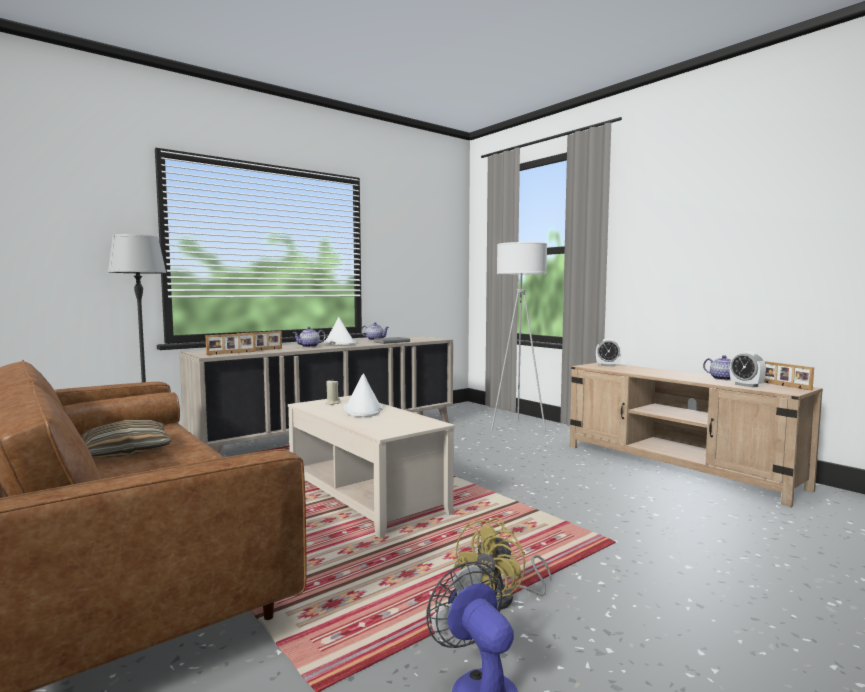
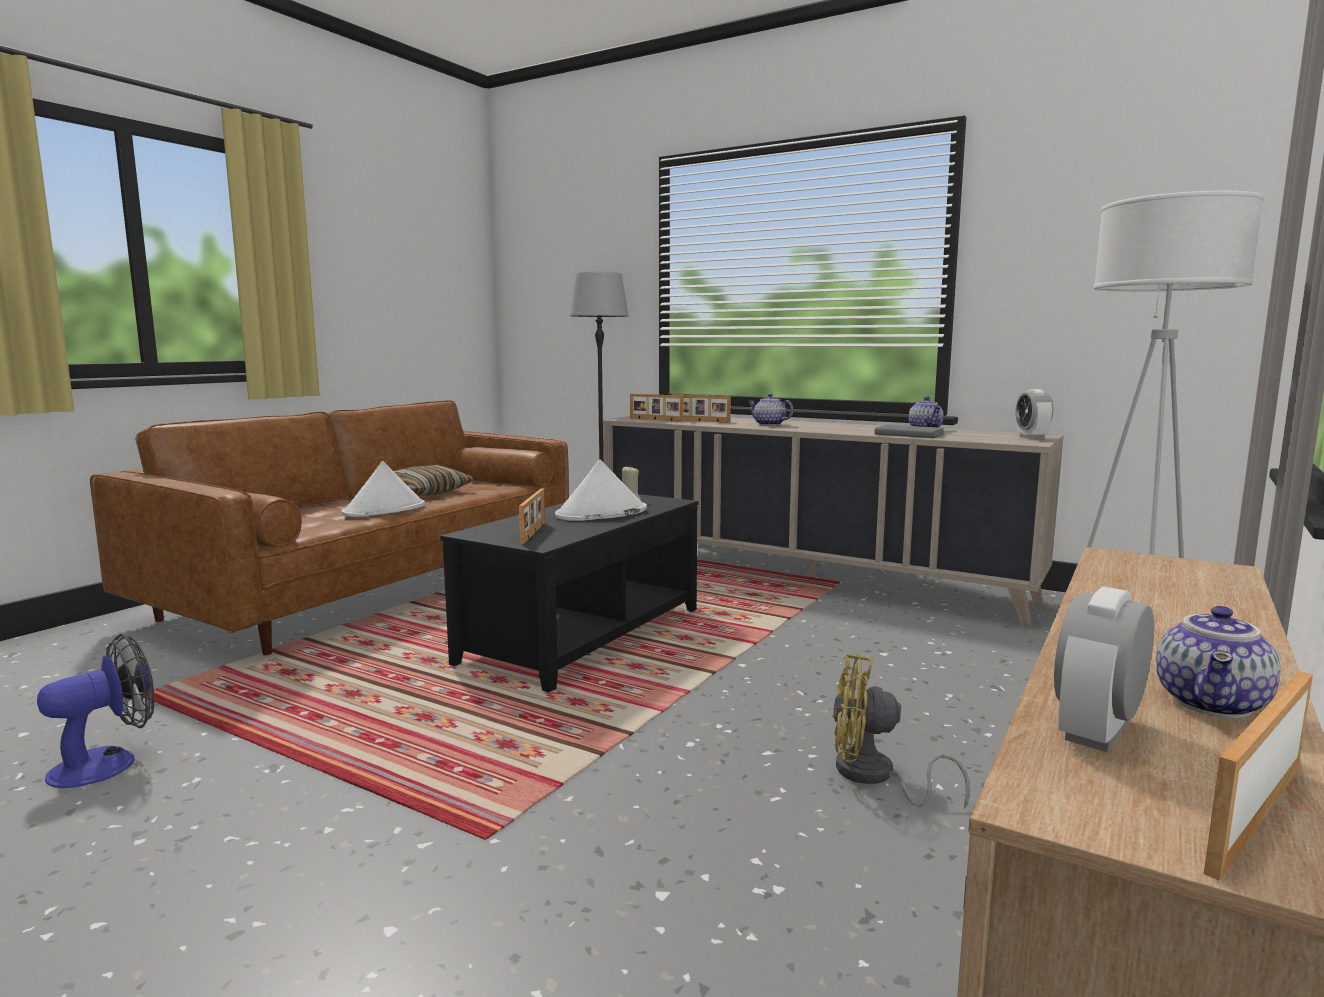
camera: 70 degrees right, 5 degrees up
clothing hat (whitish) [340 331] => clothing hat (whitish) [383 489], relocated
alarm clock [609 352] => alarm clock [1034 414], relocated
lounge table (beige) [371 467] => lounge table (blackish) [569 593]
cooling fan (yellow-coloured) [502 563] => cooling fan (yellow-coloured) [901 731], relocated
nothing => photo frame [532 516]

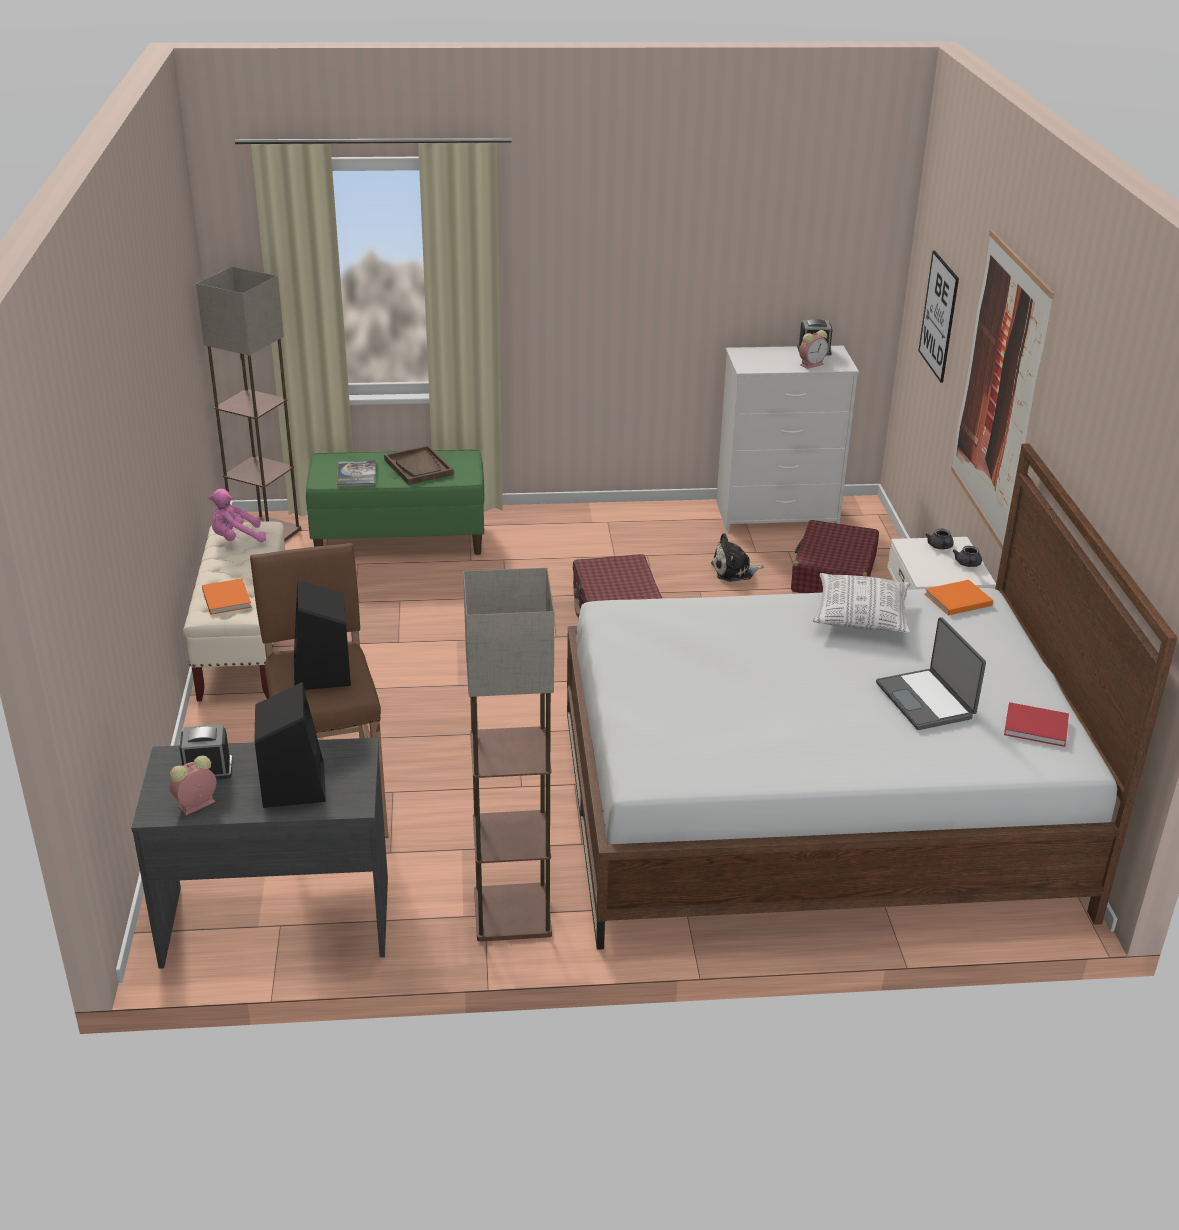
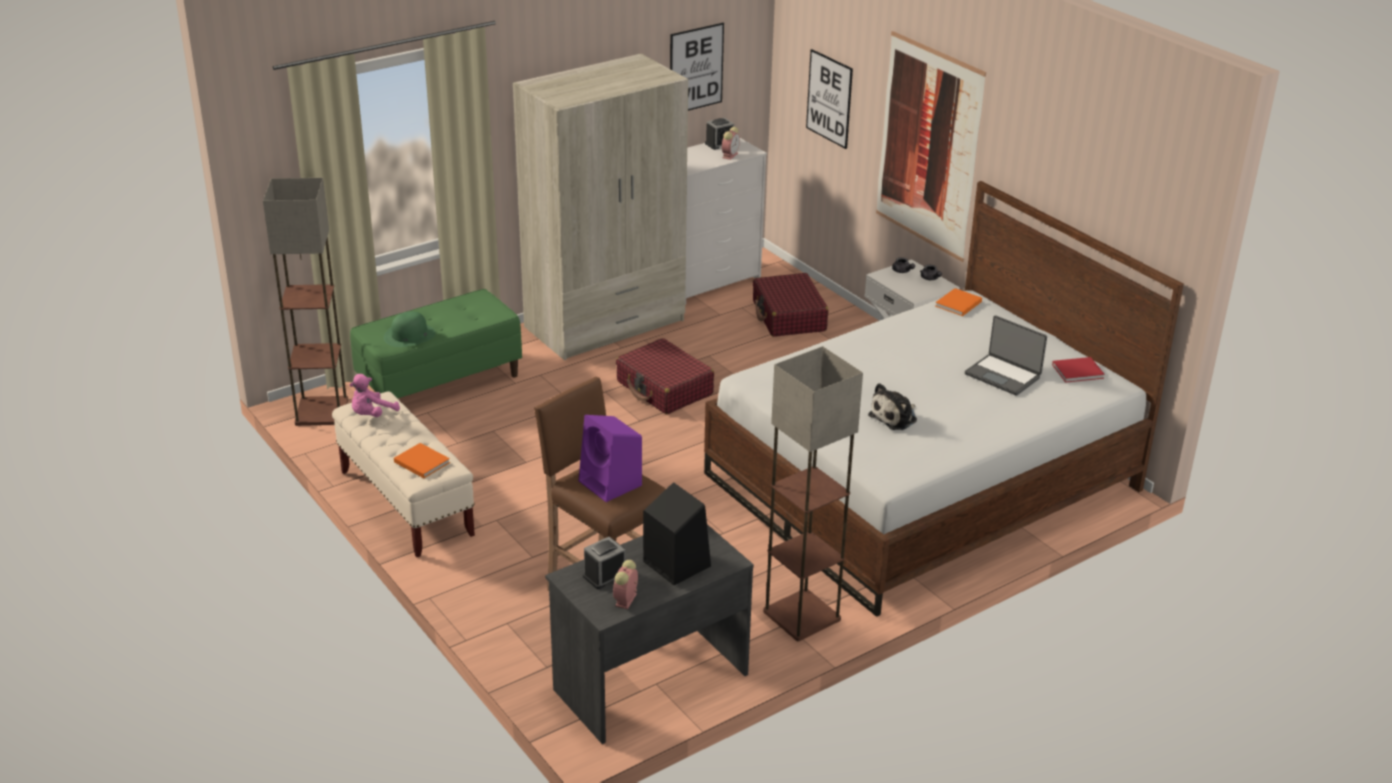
camera: 30 degrees left, 0 degrees up
carrying tray (brown) [419 465] => nothing
book [356 473] => clothing hat (green) [410 329]
soft toy [737 557] => soft toy [892 406], relocated
throw pillow [861 603] => nothing
speaker (blackish) [322 634] => speaker (purple-coloured) [610 458]
nothing => wall picture [697 67]
nothing => wardrobe (beige) [600 207]

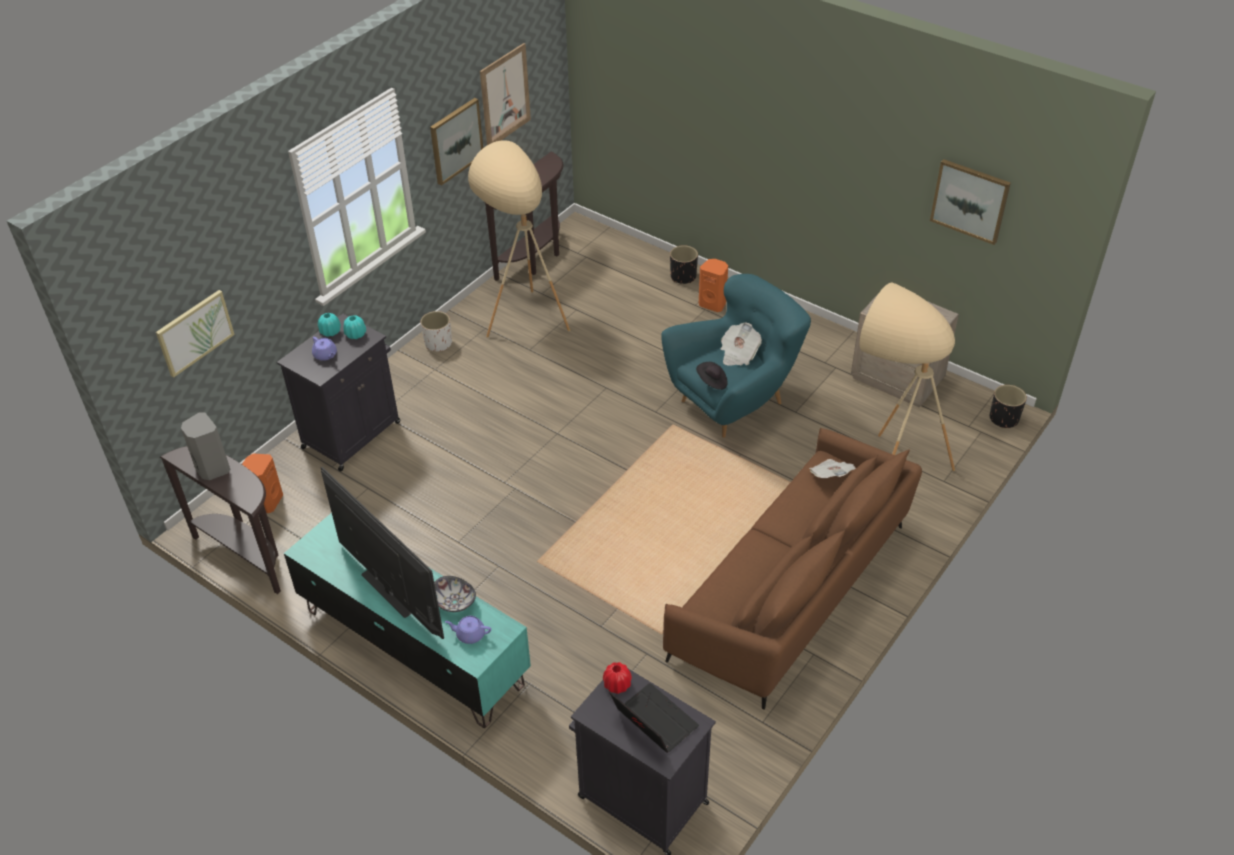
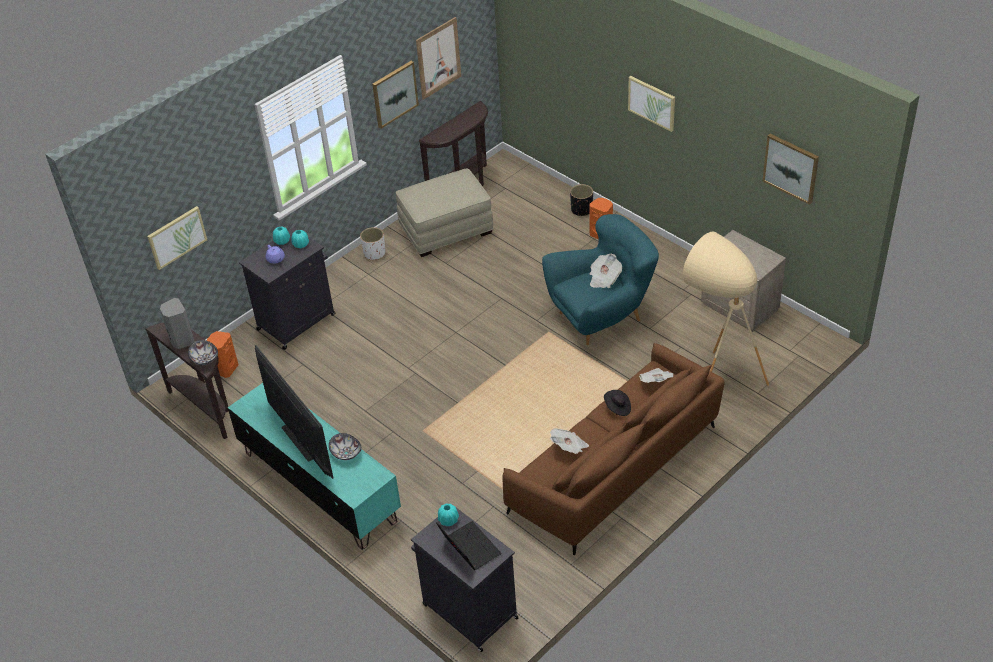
camera: 10 degrees right, 0 degrees up
floor lamp (beige) [519 239] => footrest (beige) [445 212]
clothing hat (blackish) [712 376] => clothing hat (blackish) [617 403], relocated
flower pot (blackish) [1008 407] => nothing
pot for tea (purple-coloured) [468 630] => nothing
vase (reddish) [617 678] => vase (blue-green) [448 514]
nothing => wall picture [651 104]
nothing => bowl [203 352]
nothing => newspaper [569 441]

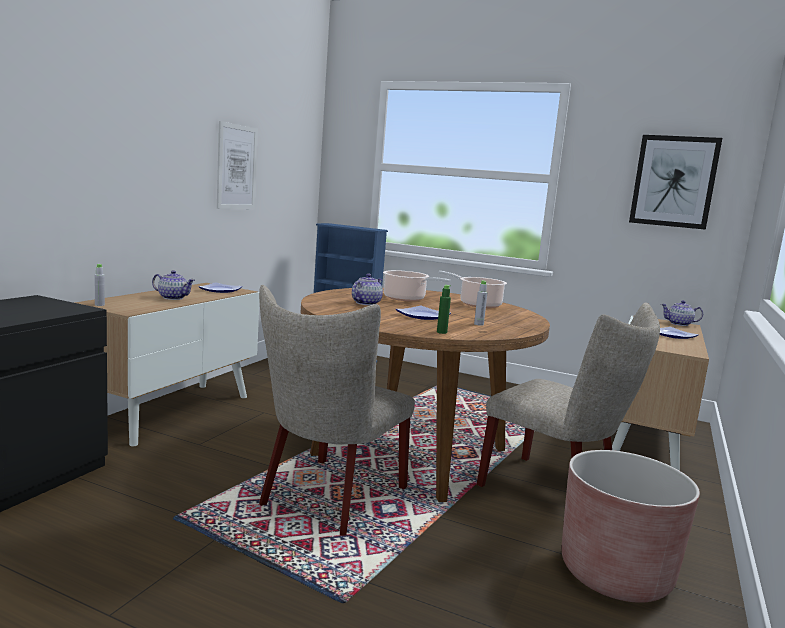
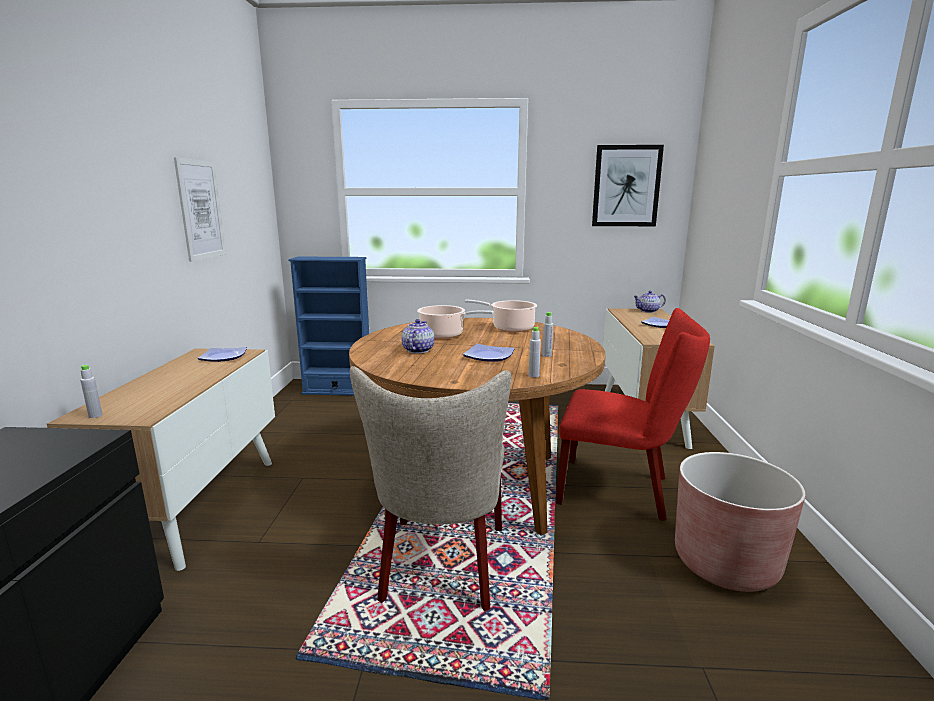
camera: 20 degrees left, 5 degrees up
pot for tea [173 285] => nothing
bottle (green) [444 309] => bottle (gray) [535 352]
upright chair (beige) [568 395] => upright chair (reddish) [633 414]

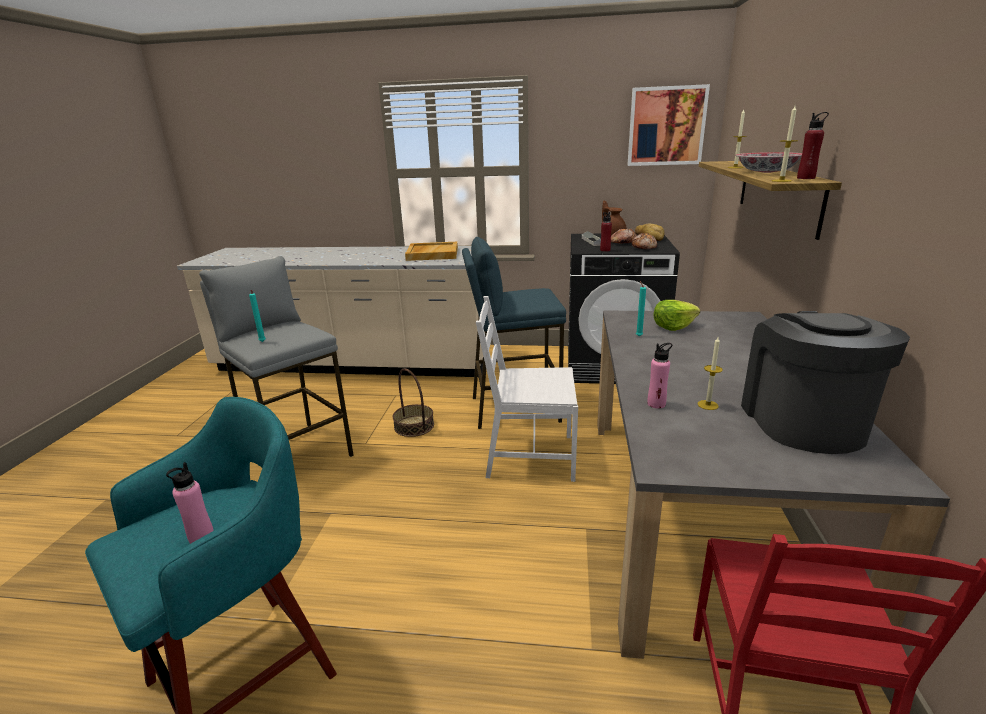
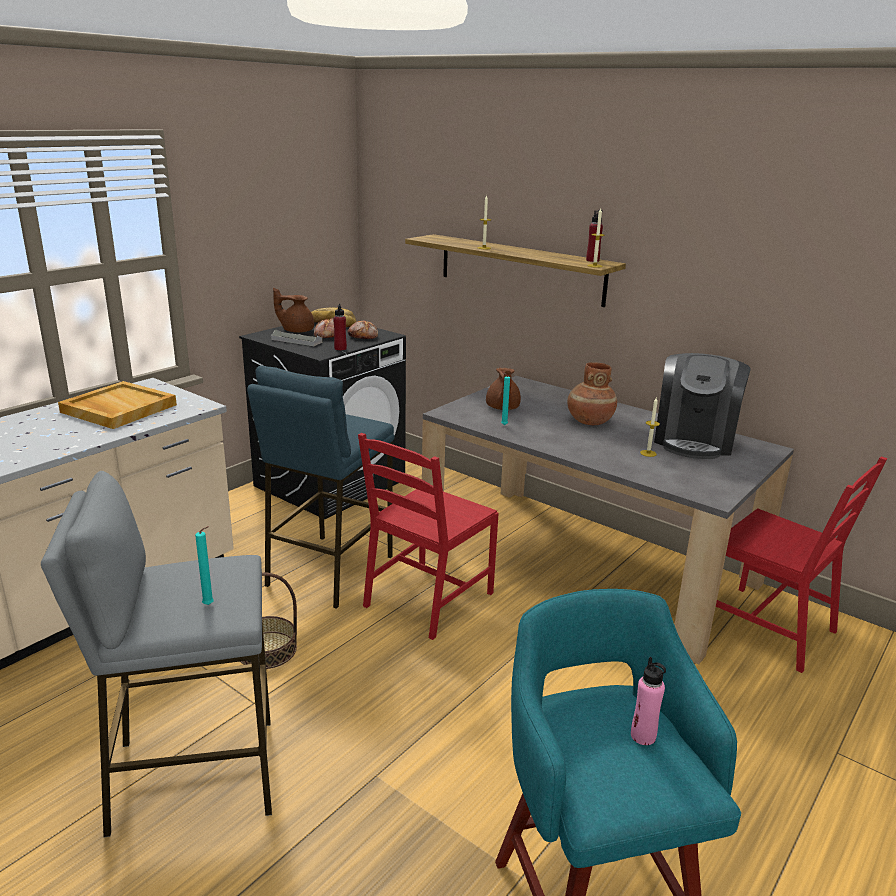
camera: 60 degrees left, 0 degrees up
wall picture [668 125] => nothing
bowl [769 162] => nothing
upright chair (whitish) [527 389] => upright chair (reddish) [428 536]
lettuce head [677 315] => pot for tea (brown) [503 389]
coffee machine [825 382] => coffee machine [702 406], 105 degrees counterclockwise
bottle (pink-coloured) [660 375] => nothing
nothing => vase (brown) [592 393]

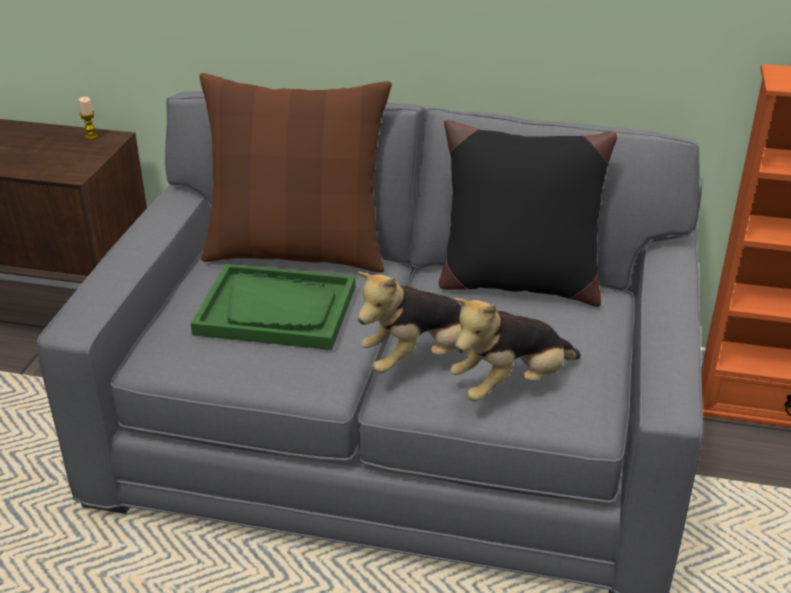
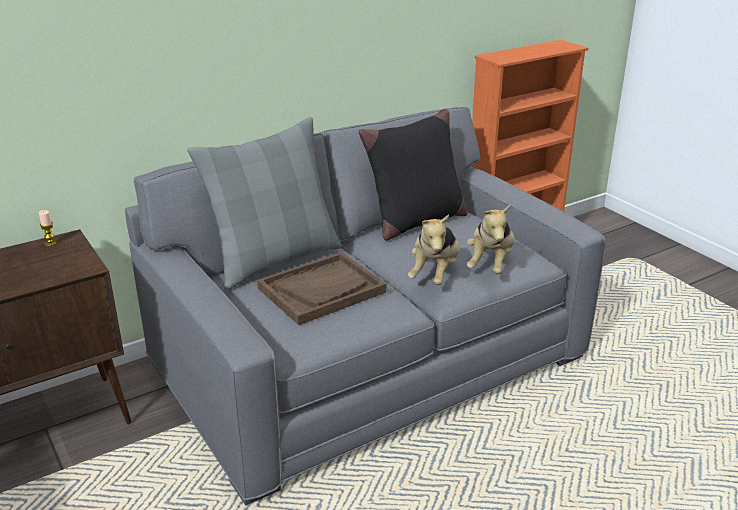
camera: 45 degrees left, 5 degrees down
throw pillow (brown) [295 173] => throw pillow (gray) [264 203]
carrying tray (green) [273 307] => carrying tray (brown) [321 288]

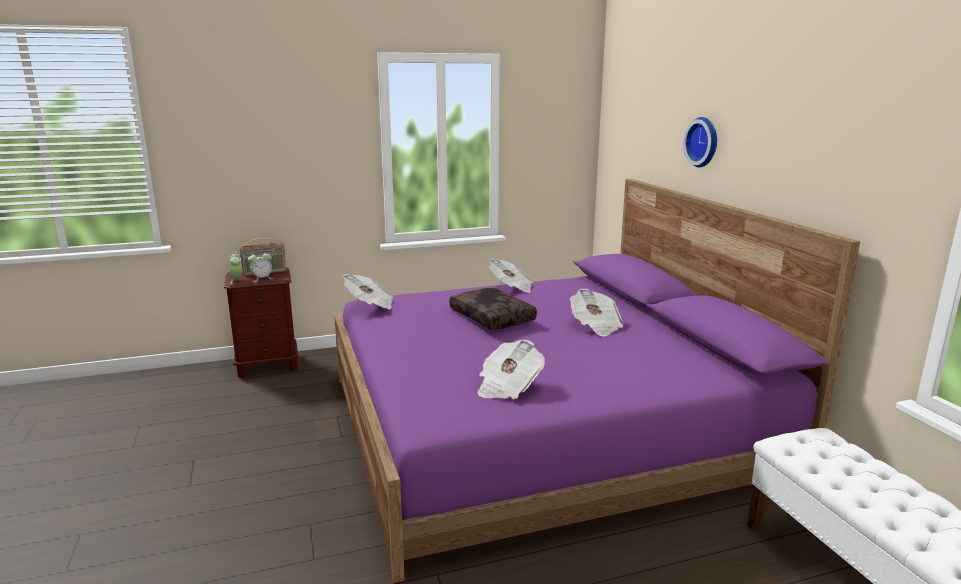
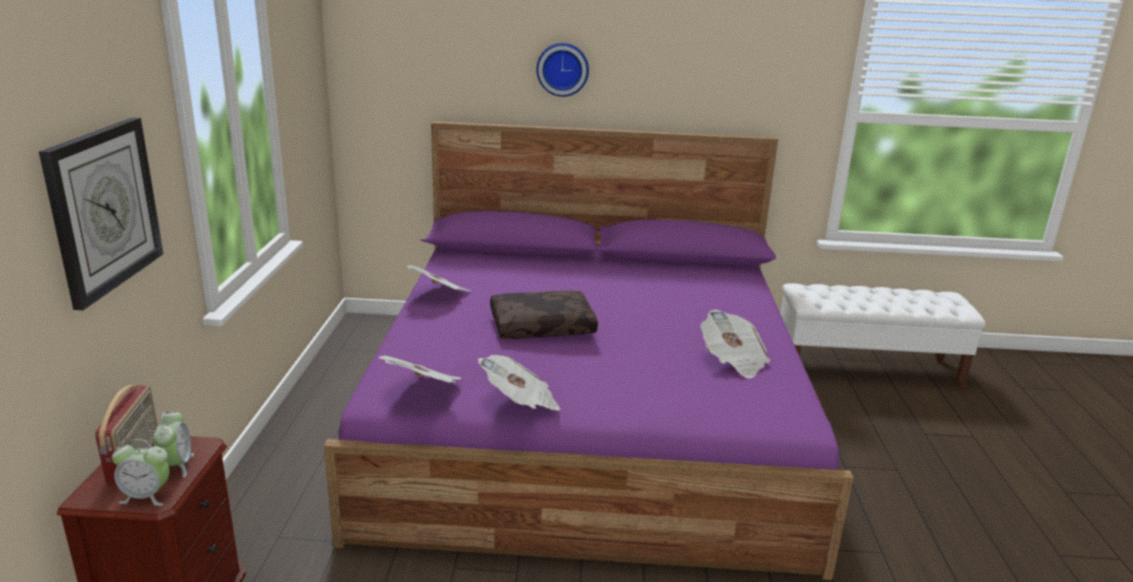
camera: 70 degrees left, 5 degrees up
newspaper [596 313] => newspaper [519 383], relocated
nothing => clock on the wall [101 213]

